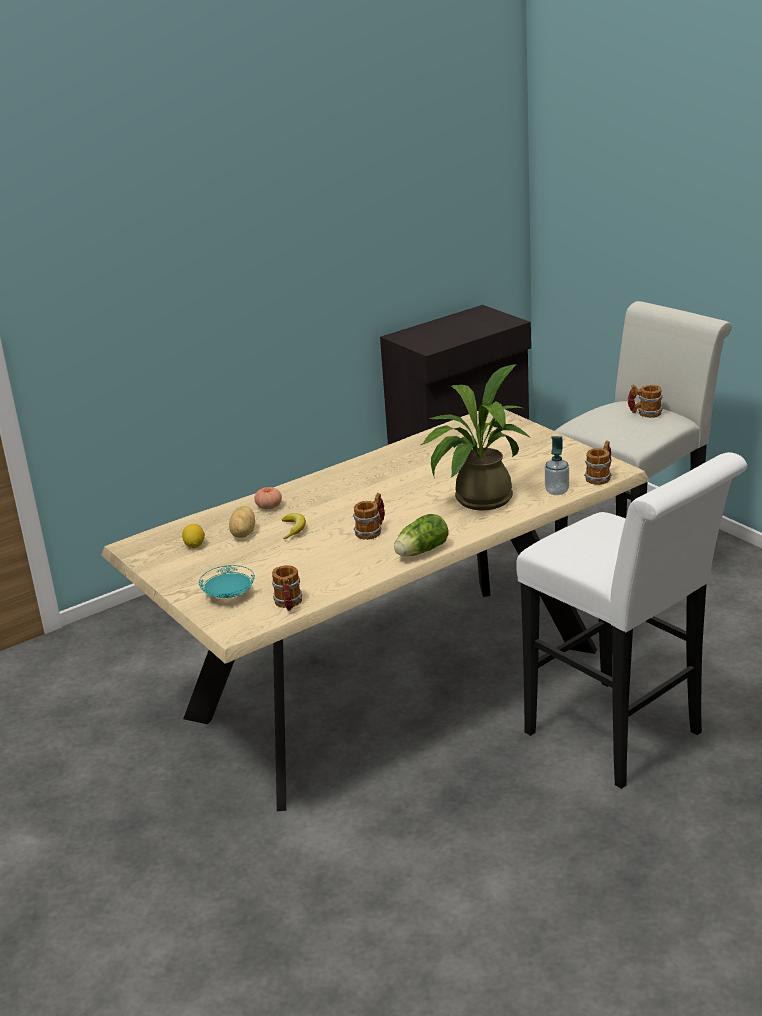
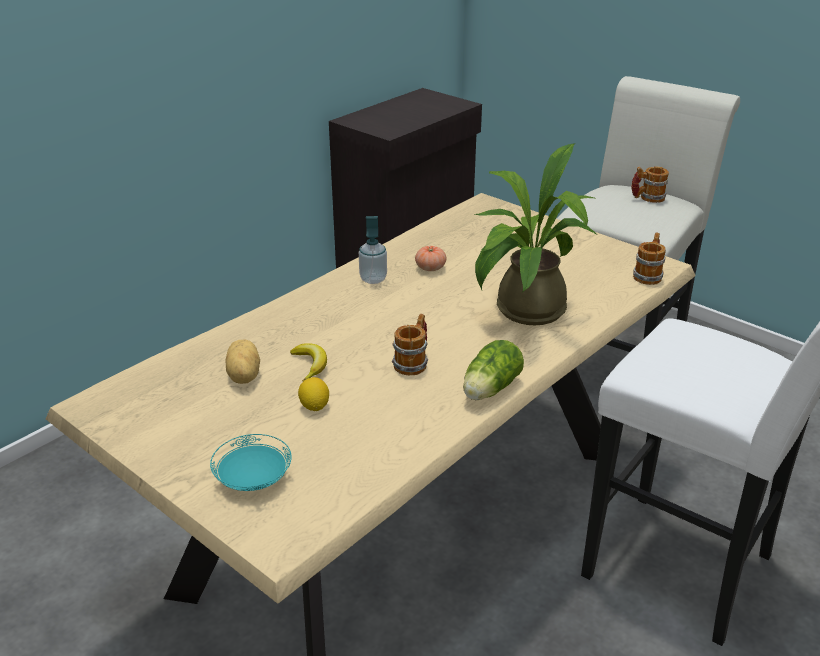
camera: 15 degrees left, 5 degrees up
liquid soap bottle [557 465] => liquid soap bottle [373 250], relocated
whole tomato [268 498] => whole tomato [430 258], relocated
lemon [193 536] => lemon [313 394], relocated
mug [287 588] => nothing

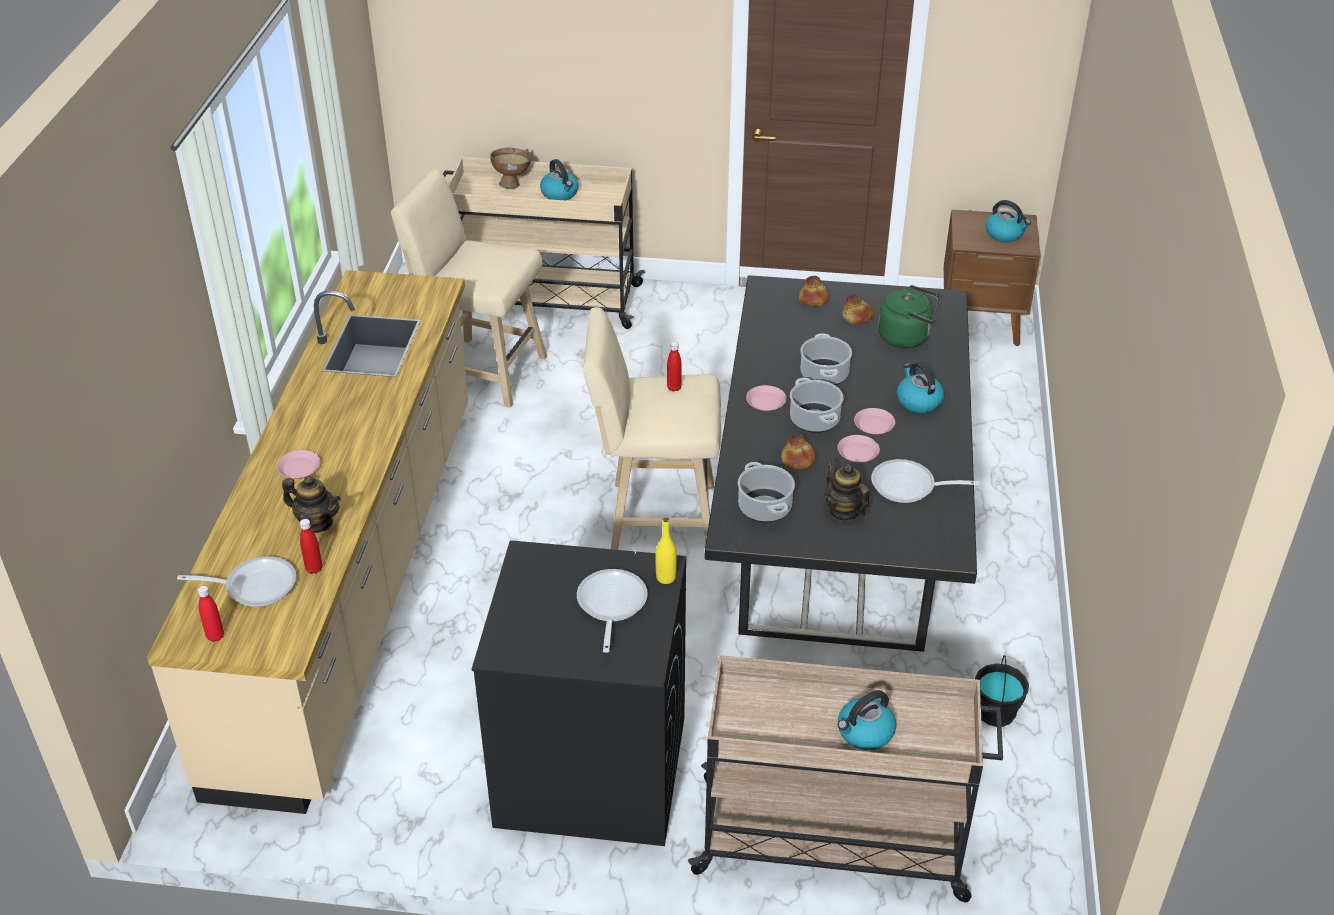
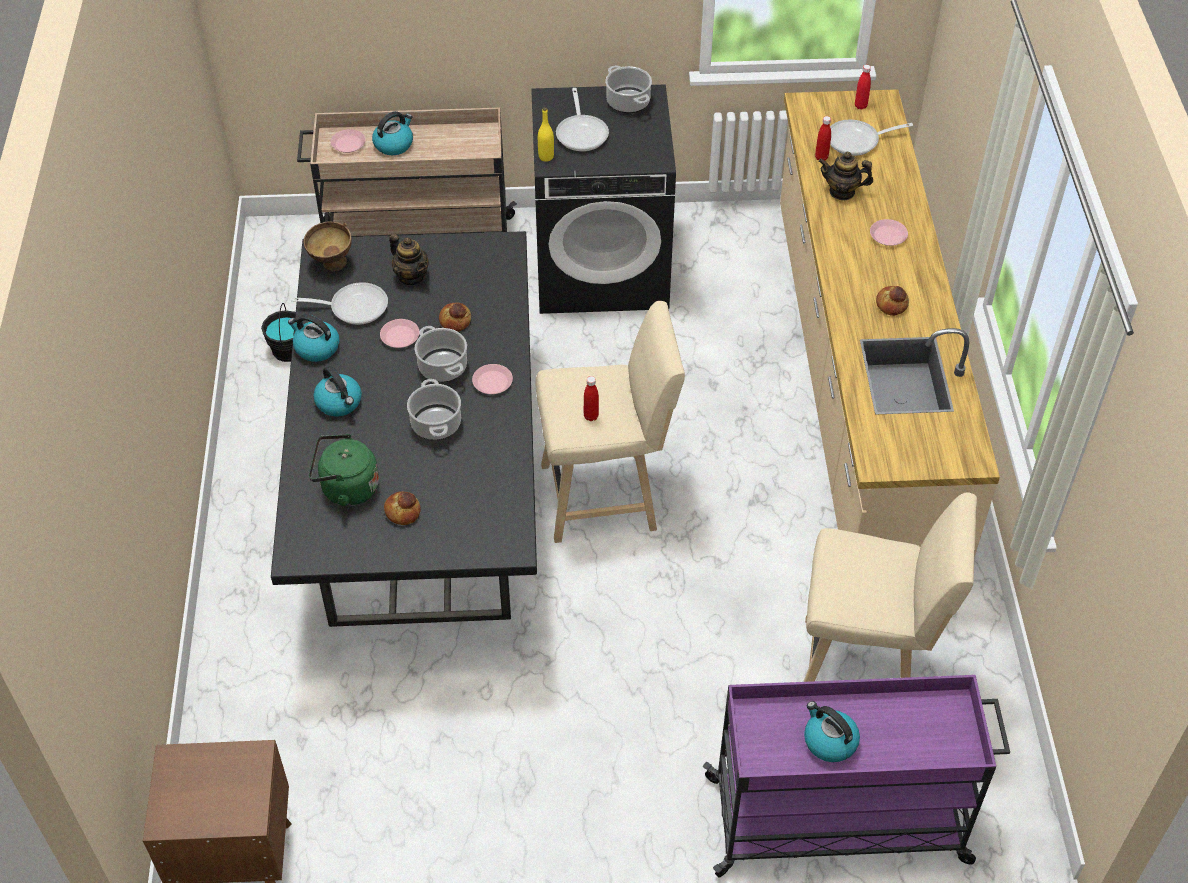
camera: 170 degrees right, 10 degrees up
bowl (brown) [510 168] => bowl (brown) [327 247], relocated
cart (beige) [544 243] => cart (purple-coloured) [856 776]
tea kettle [1008 221] => tea kettle [313 338], relocated
bread [814 291] => bread [892 301], relocated
dinner plate (pink-coloured) [874 421] => dinner plate (pink-coloured) [348 141], relocated
saucepot [766 492] => saucepot [628 89], relocated

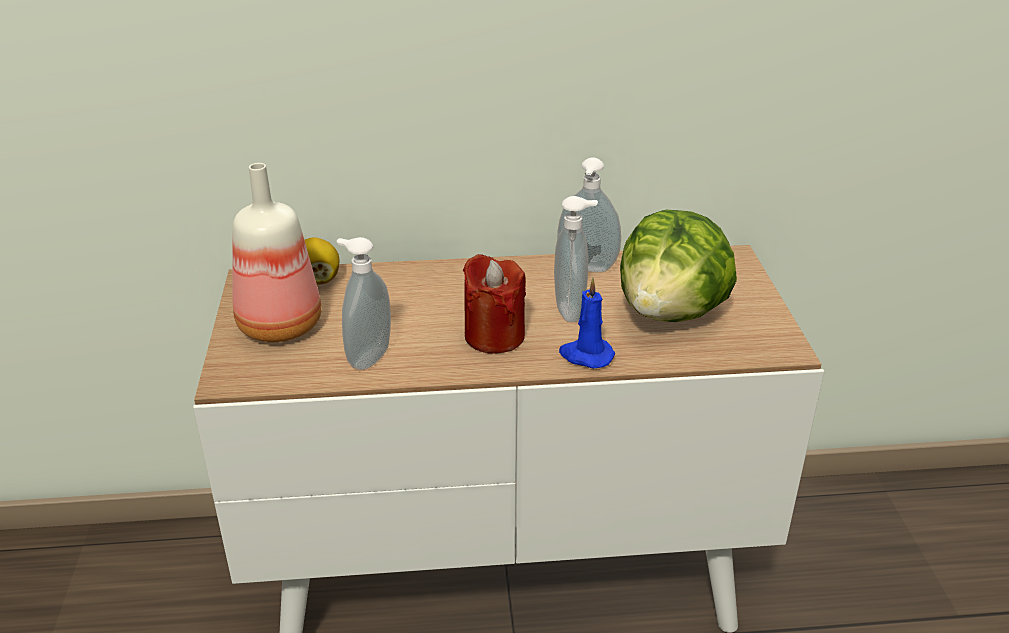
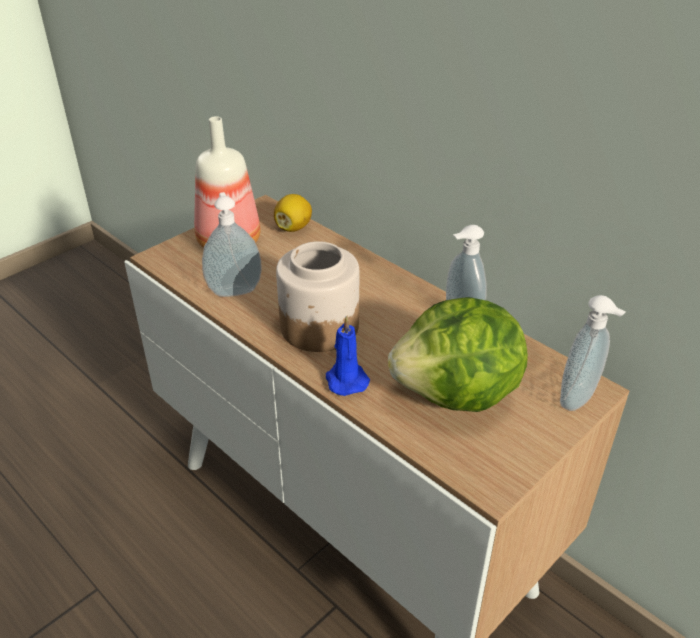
camera: 50 degrees right, 5 degrees up
liquid soap bottle [576 259] => liquid soap bottle [593 353], relocated
candle (reddish) [494 304] => jar [317 296]

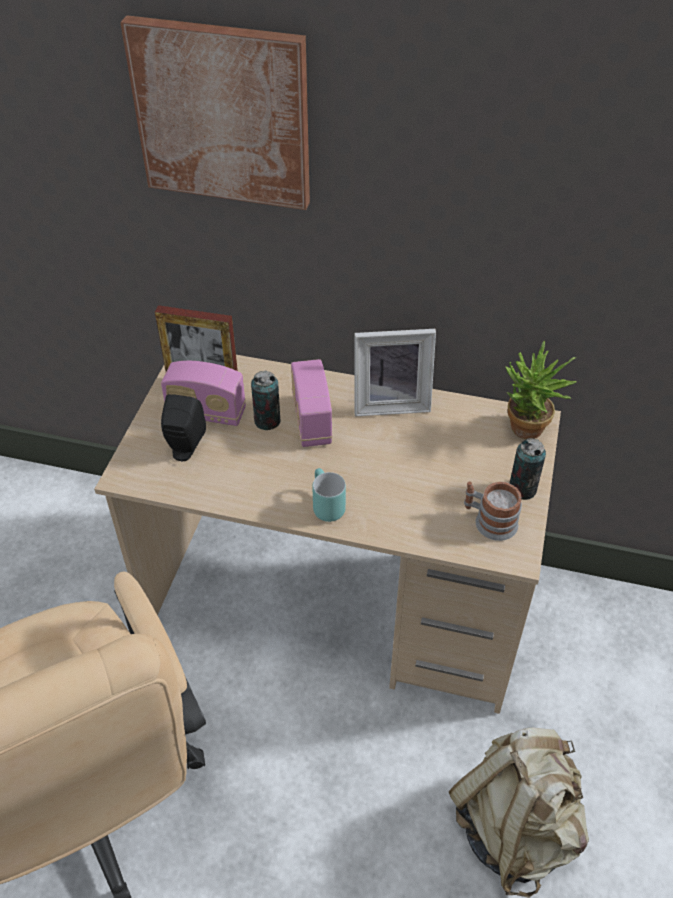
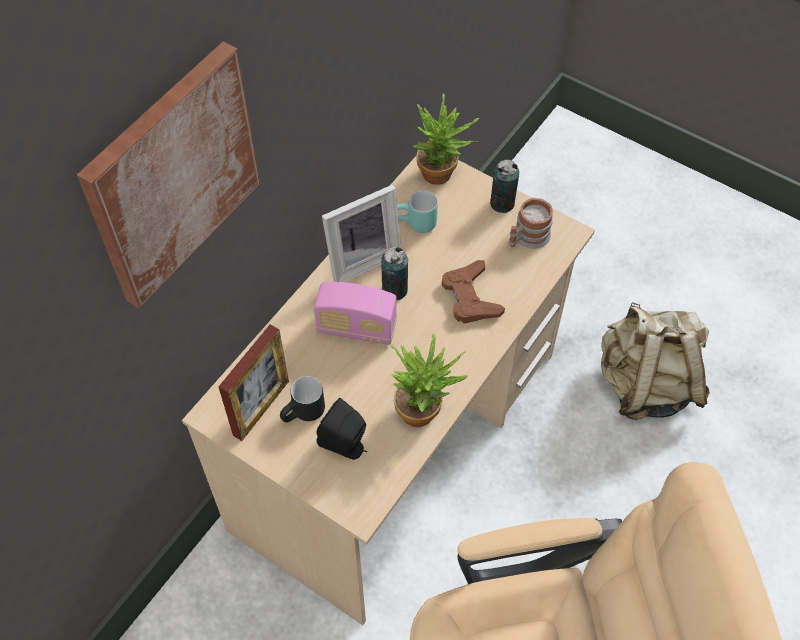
camera: 70 degrees left, 10 degrees up
photo frame [395 372] => photo frame [362 233], 45 degrees clockwise
radio receiver [203 393] => mug (blackish) [302 399]
metal can [266 400] => metal can [394 273], relocated
mug (blue-green) [329 495] => mug (blue-green) [417 211], relocated
nothing => game controller (brown) [473 292]
nothing => potted plant [429 380]

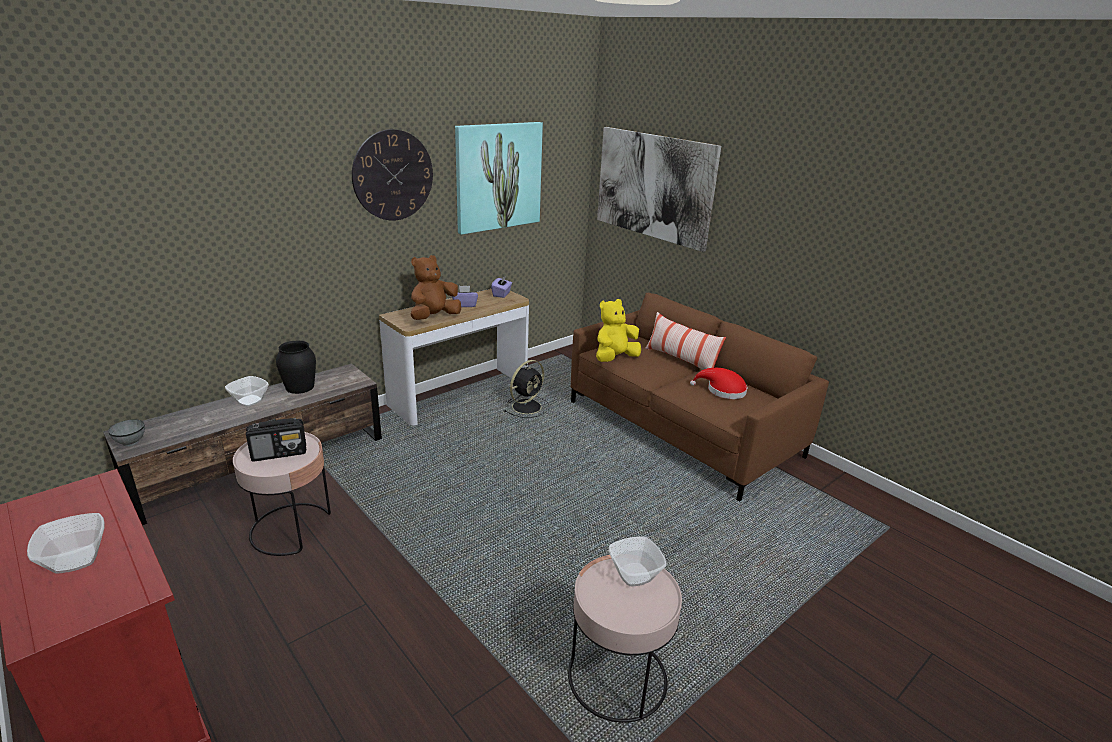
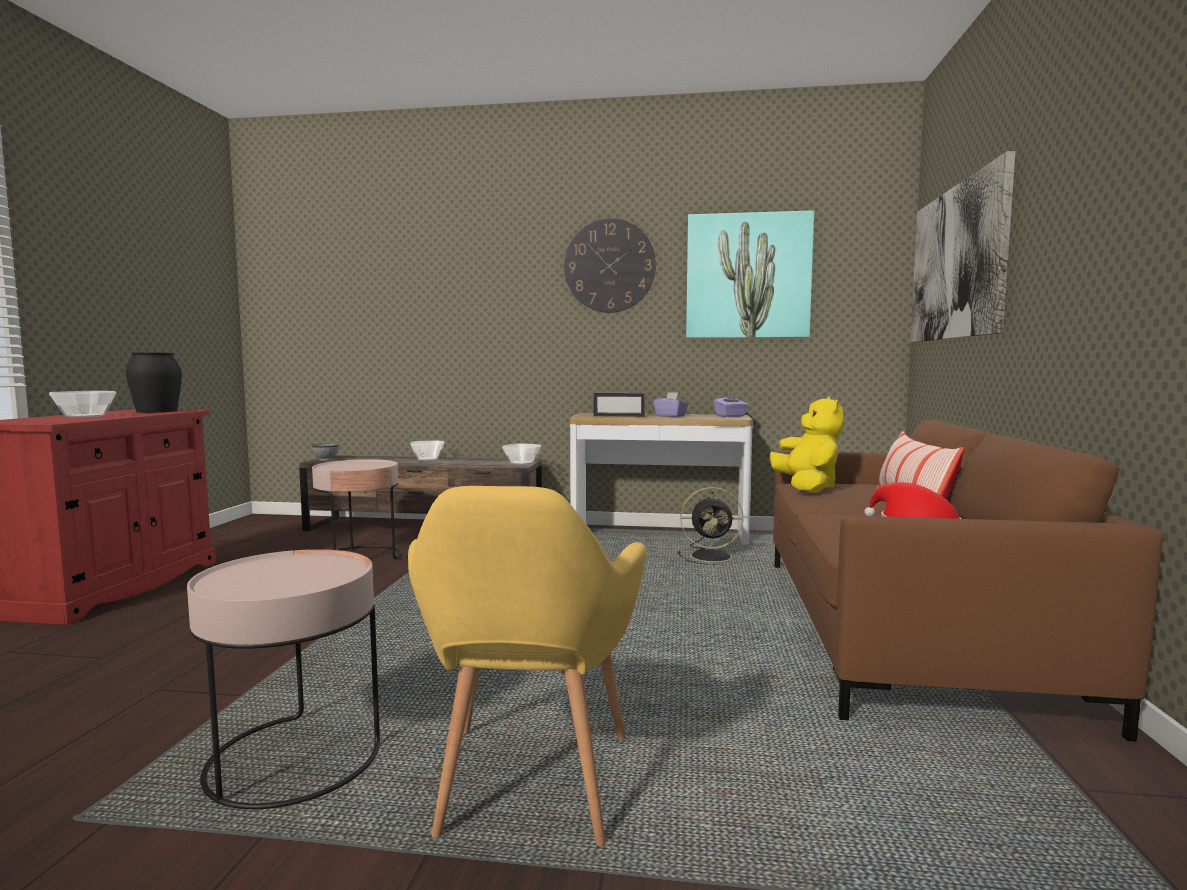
camera: 50 degrees right, 20 degrees down
soft toy (brown) [436 287] => photo frame [619 405]
soft toy (yellow-coloured) [618 330] => soft toy (yellow-coloured) [807 444], 75 degrees clockwise
vase (blackish) [296 367] => vase (blackish) [153 382], relocated
radio receiver [276 440] => nothing
bowl [637 561] => bowl [521 454], relocated
nothing => easy chair (yellow-coloured) [527 666]

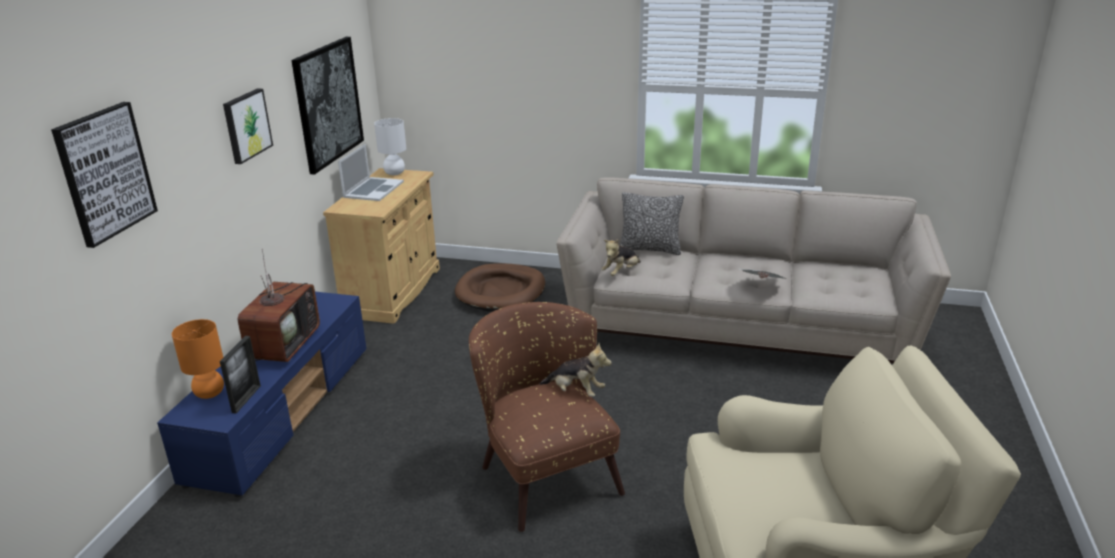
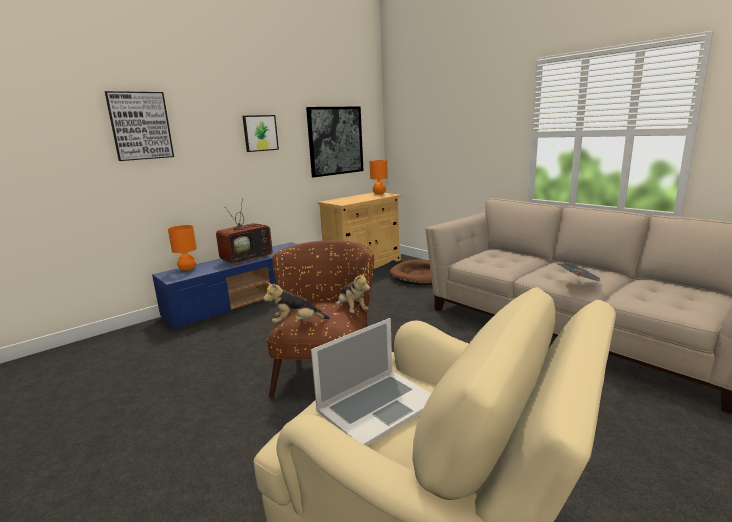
camera: 35 degrees right, 10 degrees down
tabletop lamp (whitish) [390 146] => tabletop lamp (orange-coloured) [379 177]
laptop [371 172] => laptop [371 382], relocated
throw pillow [652 223] => nothing
soft toy [621 257] => soft toy [296 302], relocated
photo frame [240 374] => nothing

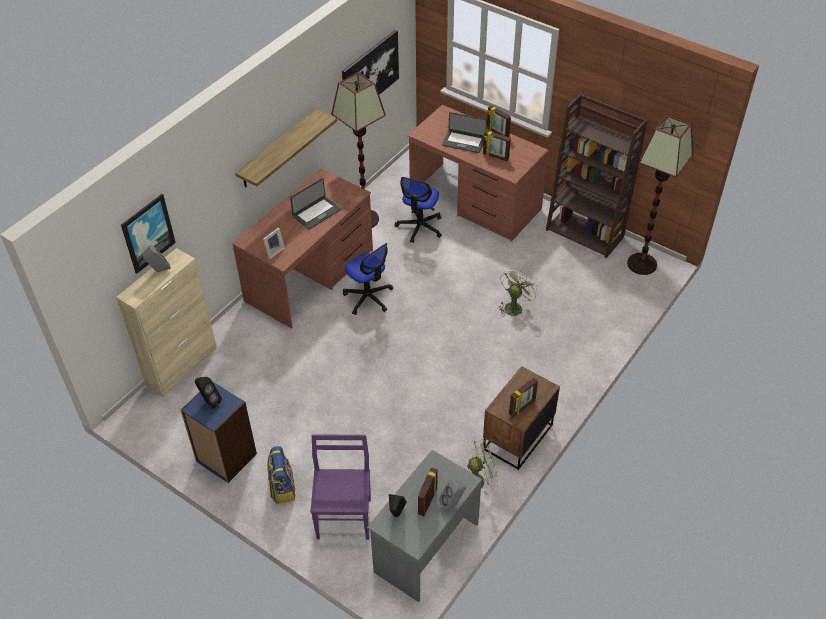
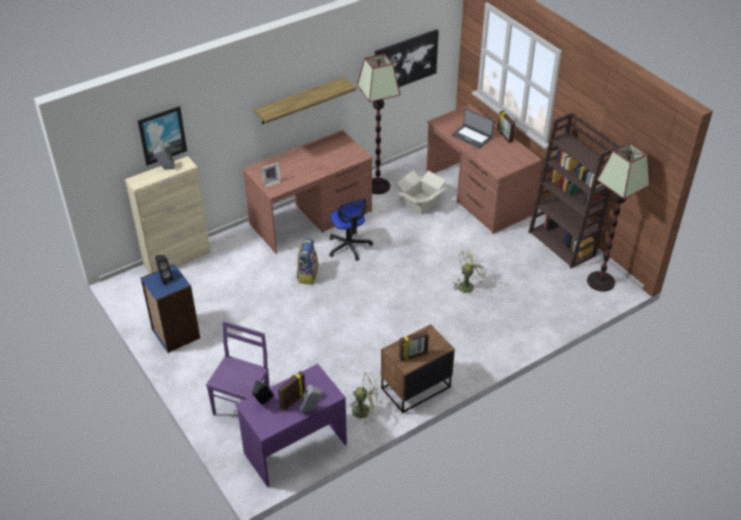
camera: 20 degrees right, 5 degrees down
photo frame [497 145] => nothing
office chair [418 210] => carton [421 192]
laptop [315 203] => nothing
knapsack [281 475] => knapsack [308 261], relocated
desk table (gray) [424 526] => desk table (purple-coloured) [291 425]

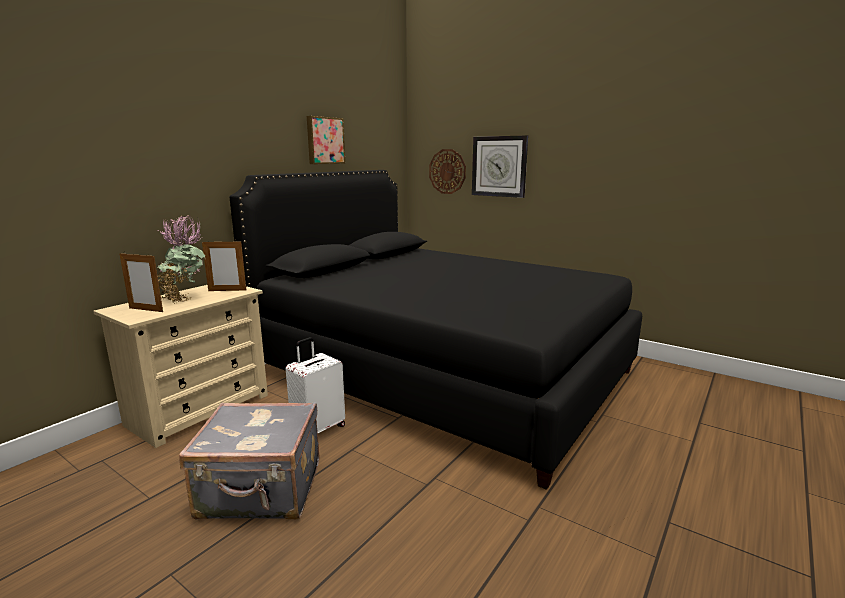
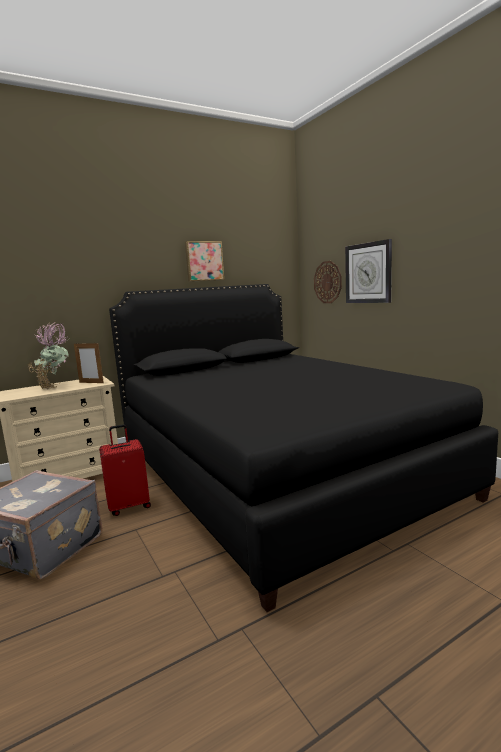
camera: 25 degrees right, 5 degrees down
photo frame [141 282] => nothing
travel case (whitish) [315 385] => travel case (reddish) [125 470]

